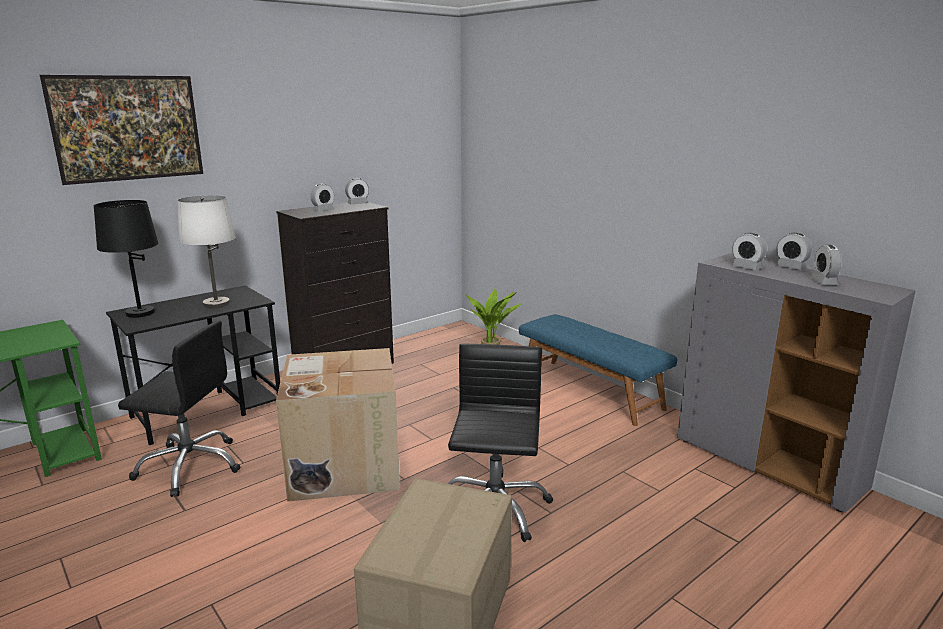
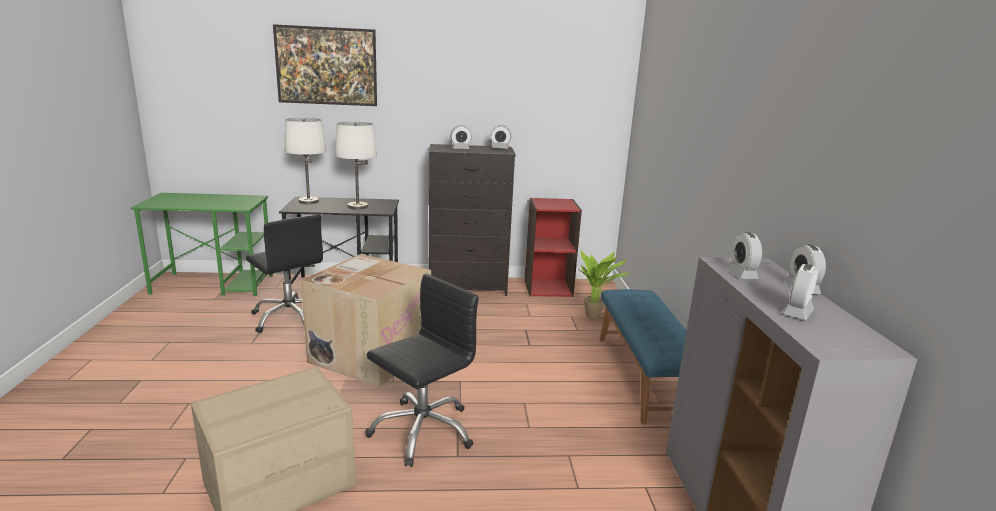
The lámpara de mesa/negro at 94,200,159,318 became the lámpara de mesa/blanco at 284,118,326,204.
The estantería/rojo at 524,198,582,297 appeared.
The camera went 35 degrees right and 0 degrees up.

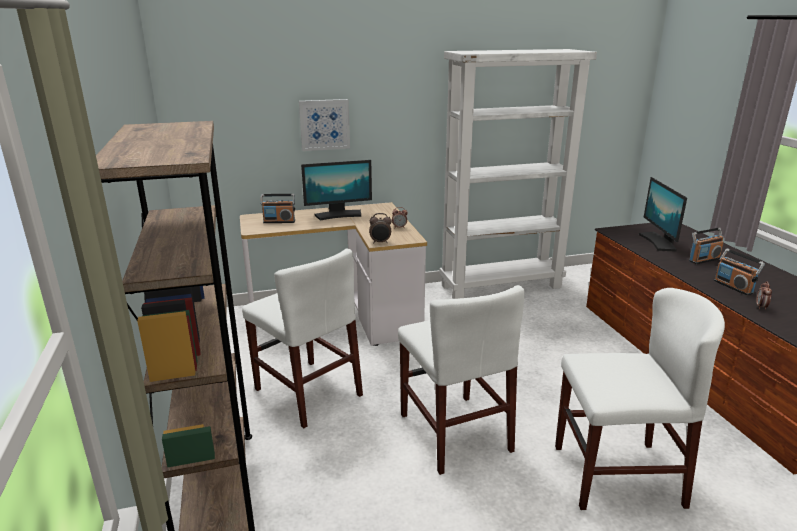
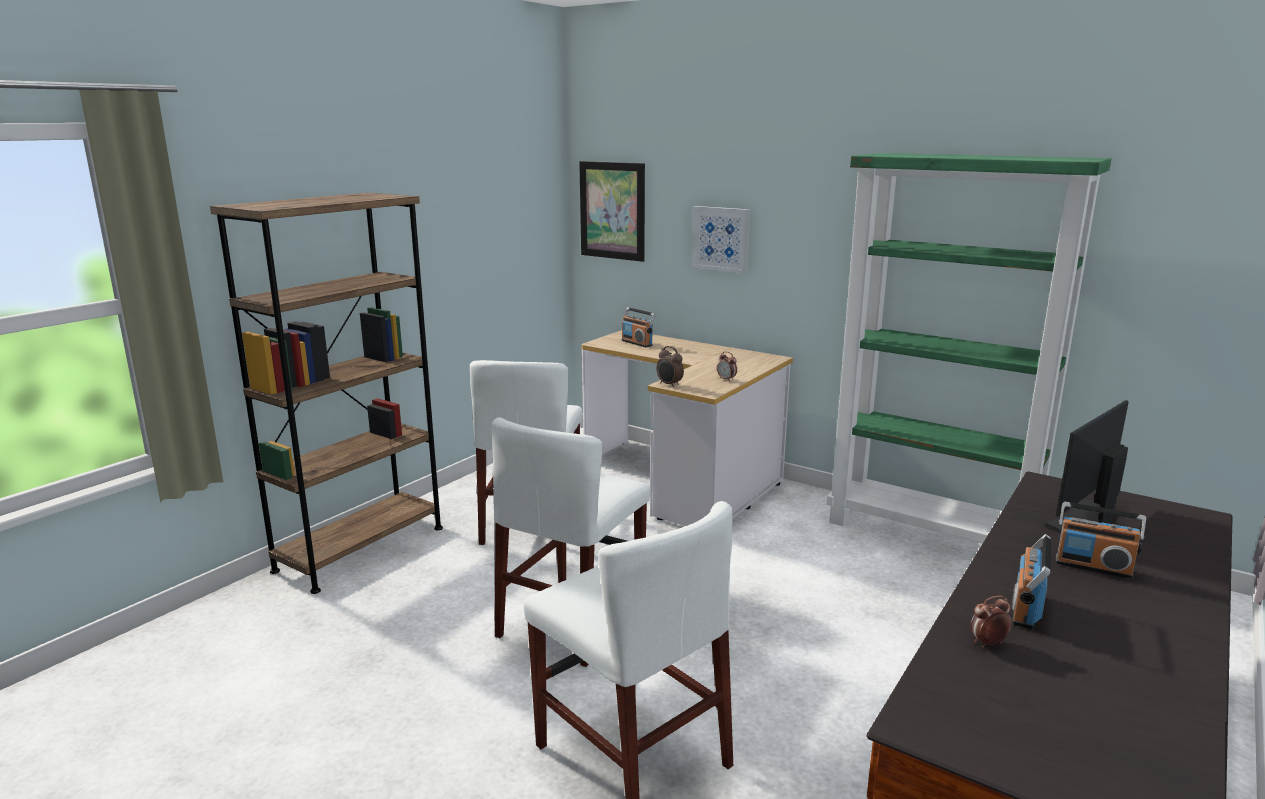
The monitor at 301,160,372,220 disappeared.
The estantería/blanco at 440,49,597,299 became the estantería/verde at 827,153,1111,544.
The cuadro at 579,161,645,262 appeared.
The camera went 50 degrees right and 5 degrees down.

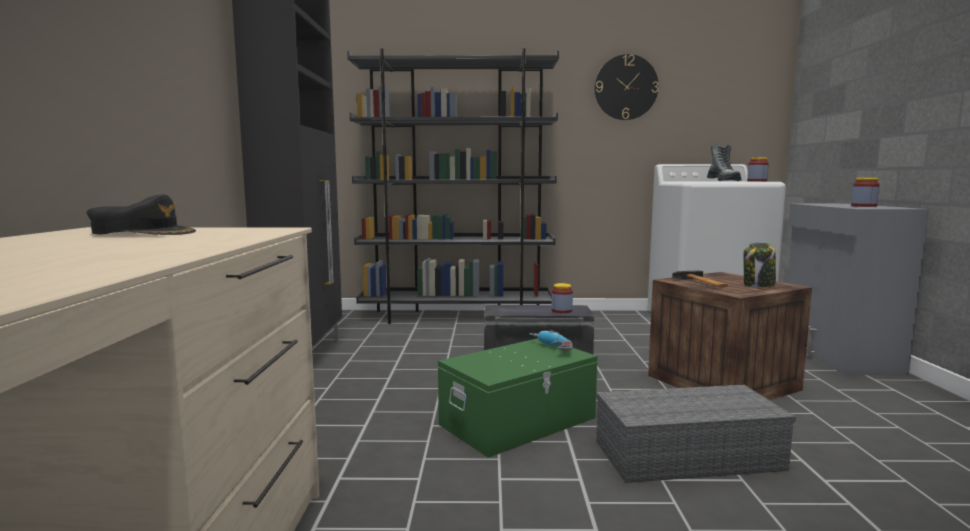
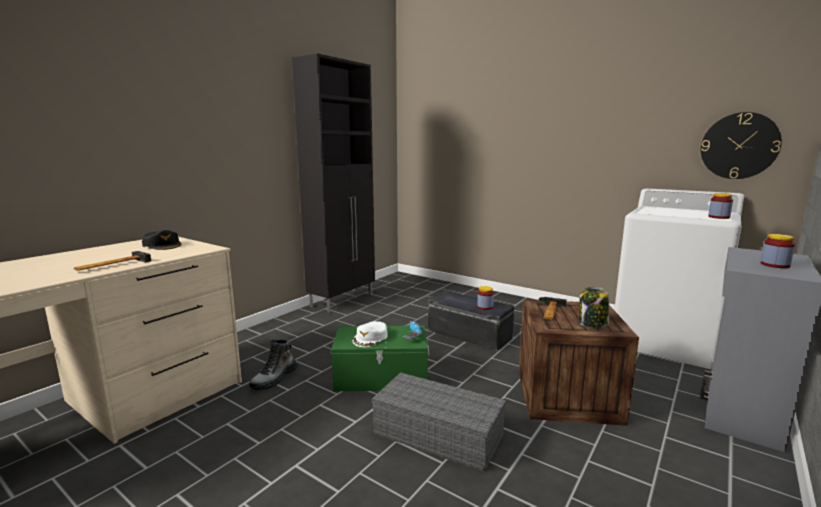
The estantería/negro at 347,48,559,324 disappeared.
The reloj de pared moved from 595,54,659,120 to 701,112,782,179.
The bota moved from 707,144,741,181 to 249,339,298,390.
The martillo at 74,251,151,271 appeared.
The gorra/blanco at 353,321,387,347 appeared.
The camera went 35 degrees right and 5 degrees up.

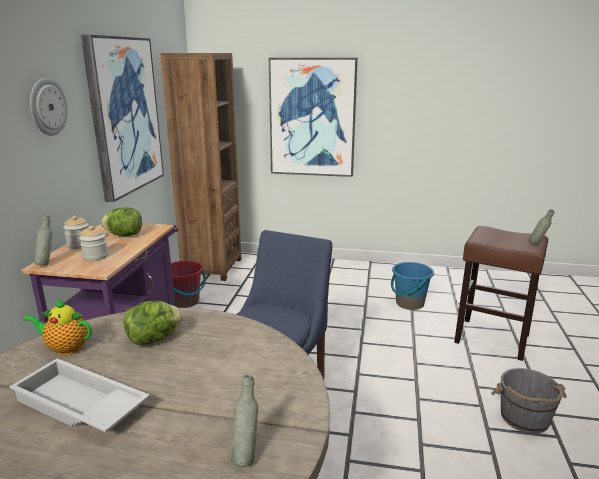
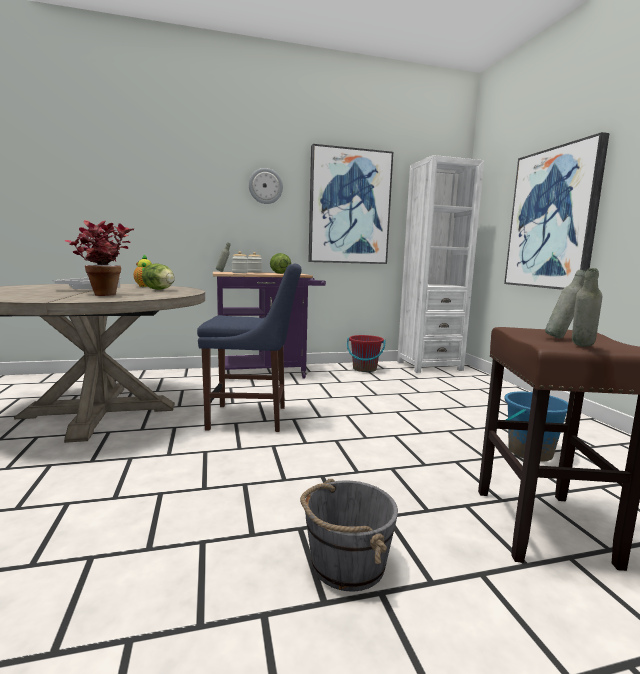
The estantería/marrón at 160,53,242,281 became the estantería/blanco at 397,155,484,373.
The botella/gris moved from 231,375,258,467 to 545,270,586,339.
The planta en maceta at 64,220,135,296 appeared.
The camera went 65 degrees right and 10 degrees down.

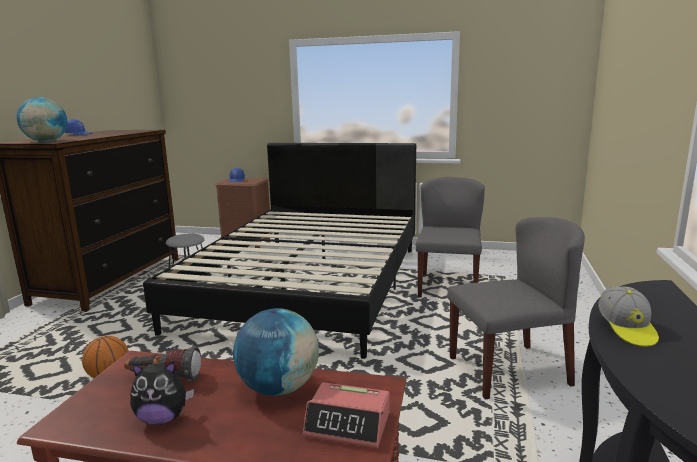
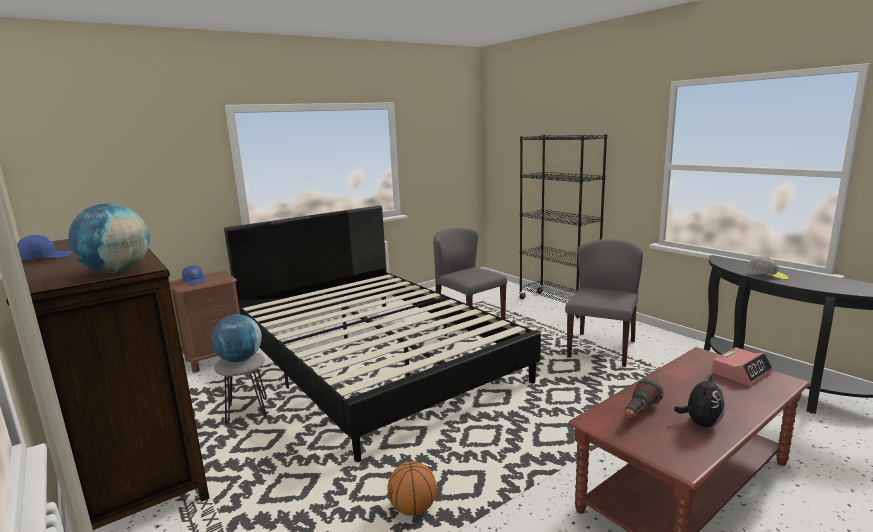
The globo terráqueo moved from 233,308,319,396 to 211,315,262,362.
The estantería/negro at 519,134,607,318 appeared.
The camera went 50 degrees left and 0 degrees up.

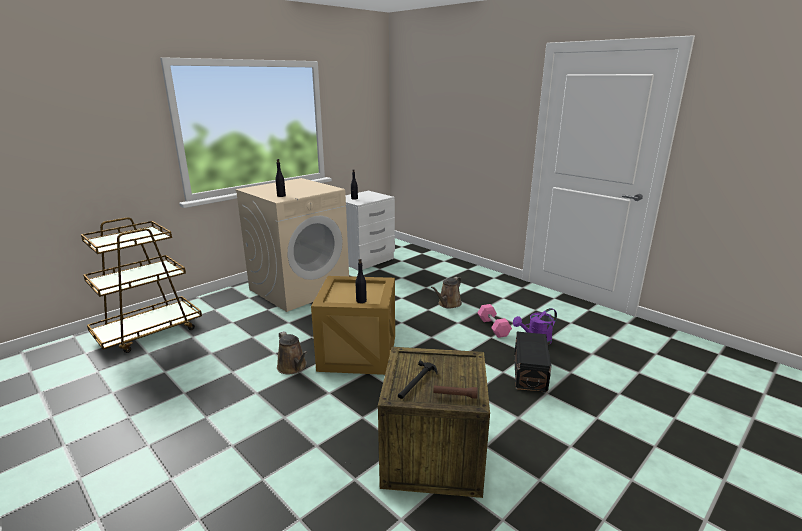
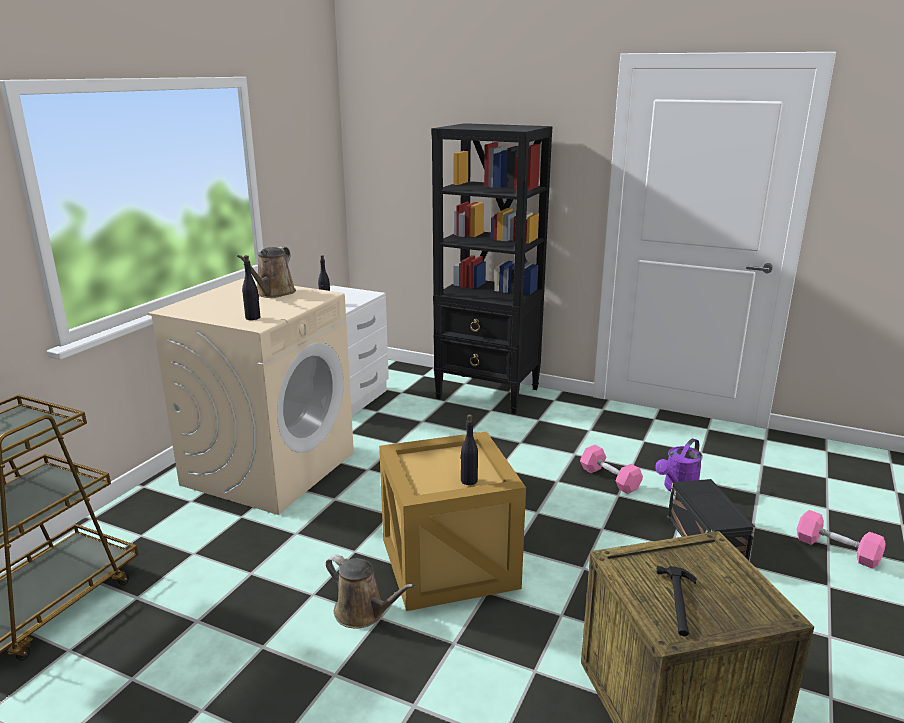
The regadera/marrón moved from 431,277,462,309 to 237,247,296,298.
The linterna/marrón at 433,385,478,399 disappeared.
The estantería/negro at 431,123,552,414 appeared.
The mancuerna/rosa at 797,510,886,569 appeared.
The camera went 20 degrees left and 0 degrees up.

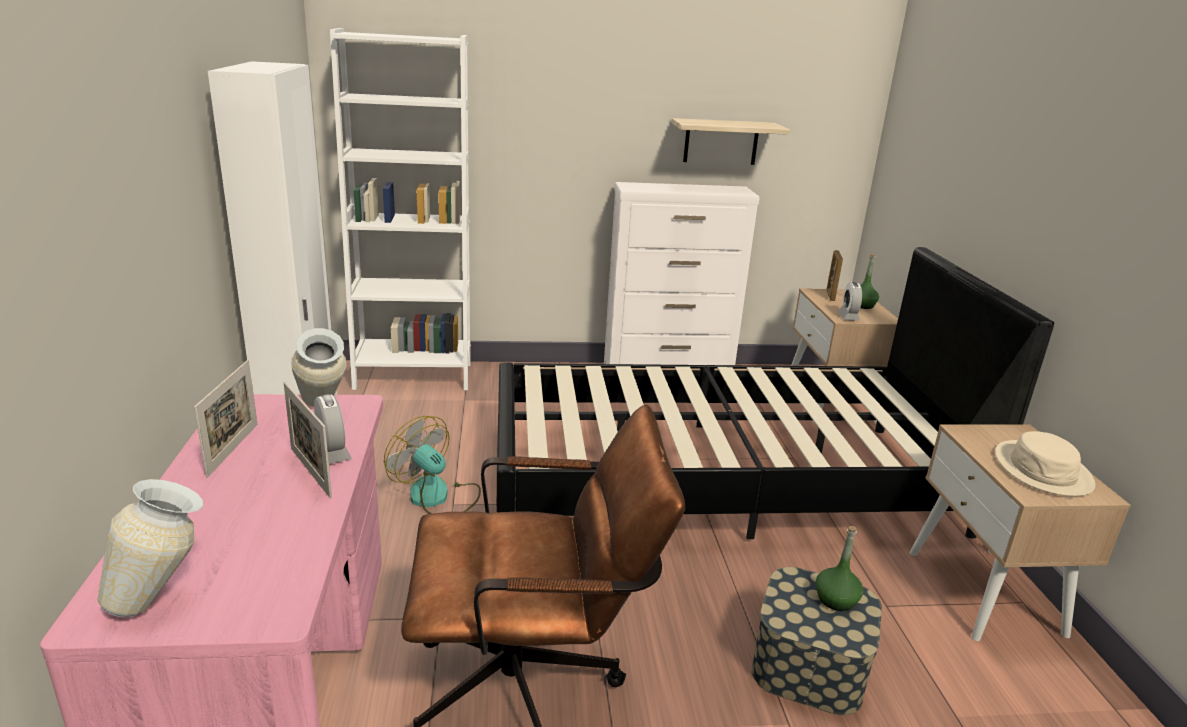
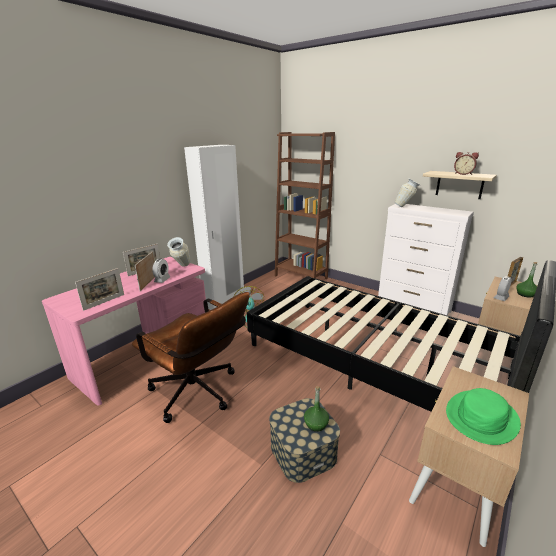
The florero moved from 98,479,204,617 to 395,178,419,207.
The estantería/blanco at 330,28,471,390 became the estantería/marrón at 275,132,335,279.
The sombrero/beis at 995,431,1095,496 became the sombrero/verde at 446,388,521,445.
The portarretratos at 75,268,124,311 appeared.
The despertador at 454,152,479,175 appeared.
The camera went 45 degrees right and 0 degrees up.

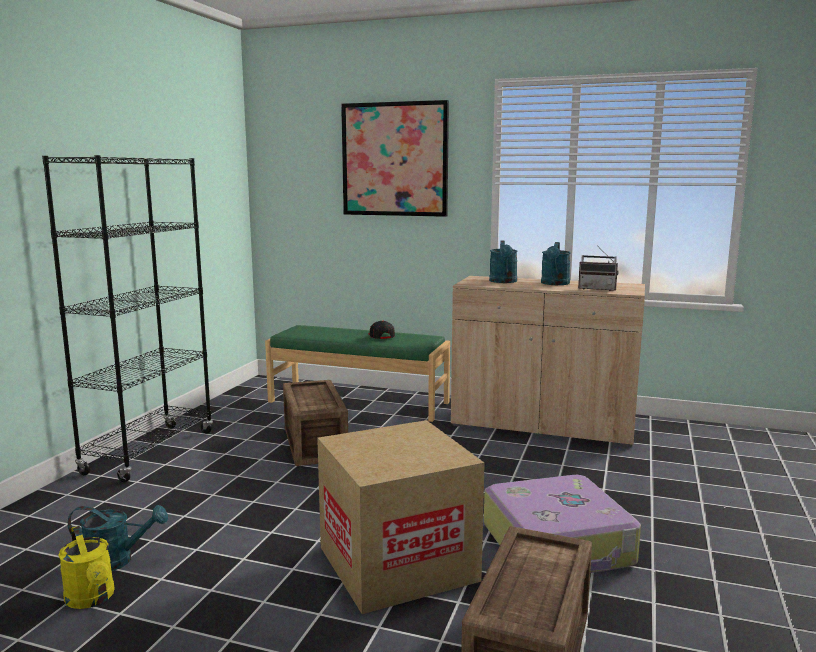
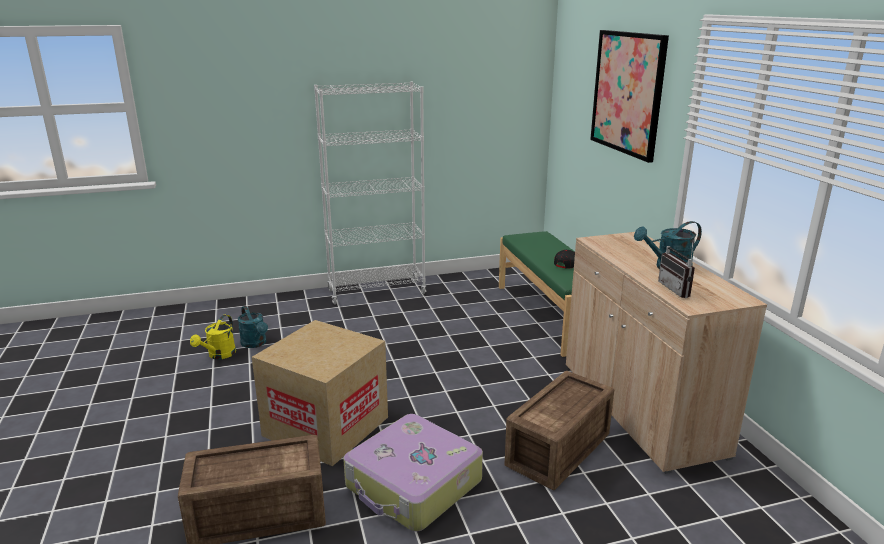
The estantería/negro at 42,155,213,482 became the estantería/blanco at 314,82,426,305.
The caja de embalaje moved from 283,380,348,466 to 504,371,614,490.
The regadera/turquesa at 489,241,518,283 disappeared.
The camera went 55 degrees right and 10 degrees up.

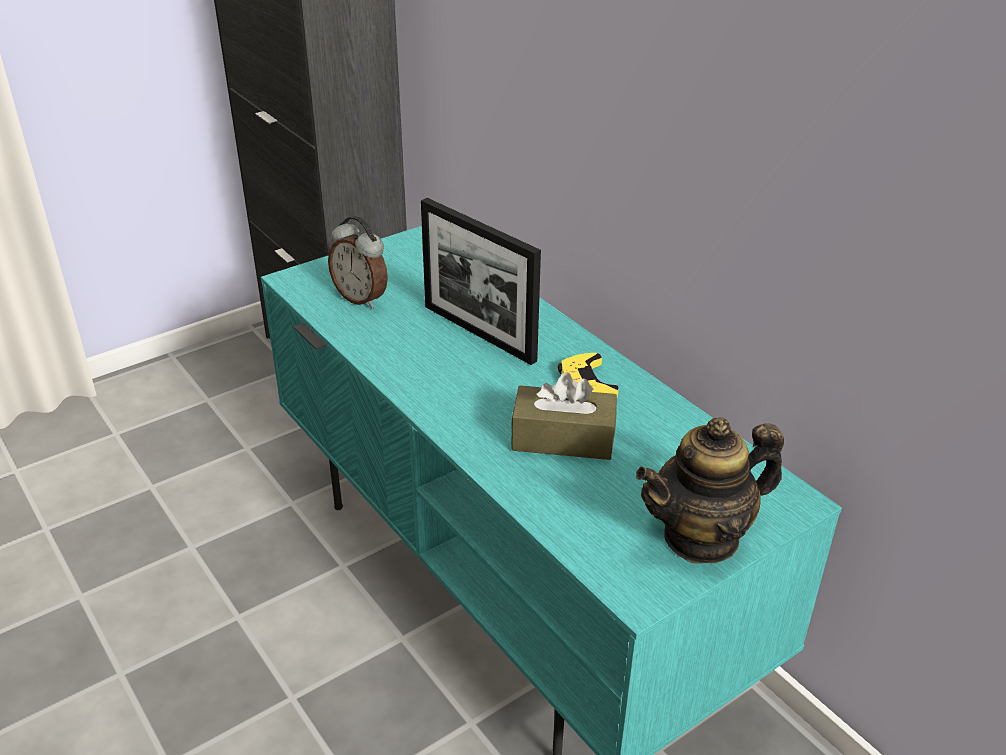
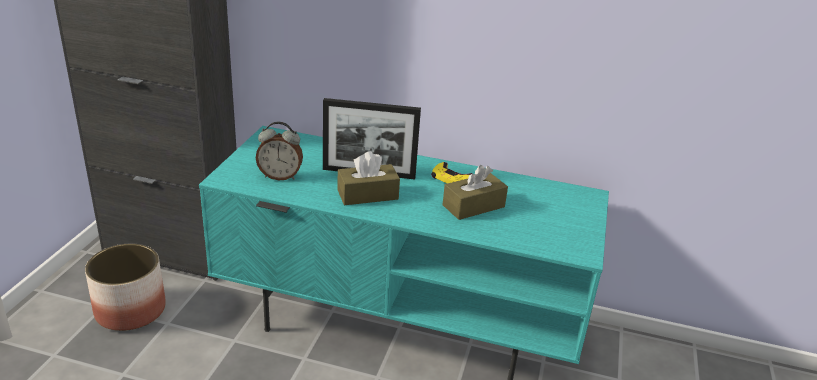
The tetera at 636,417,784,564 disappeared.
The maceta at 85,244,166,331 appeared.
The caja de pañuelos/marrón at 337,151,400,205 appeared.
The camera went 40 degrees left and 5 degrees down.

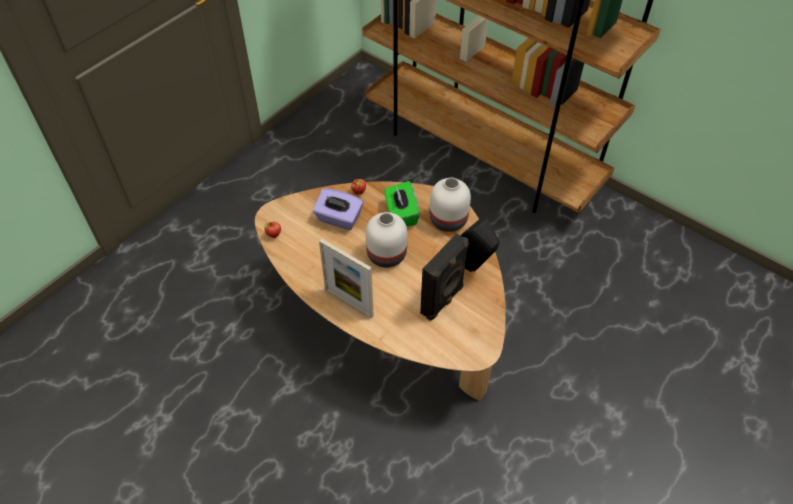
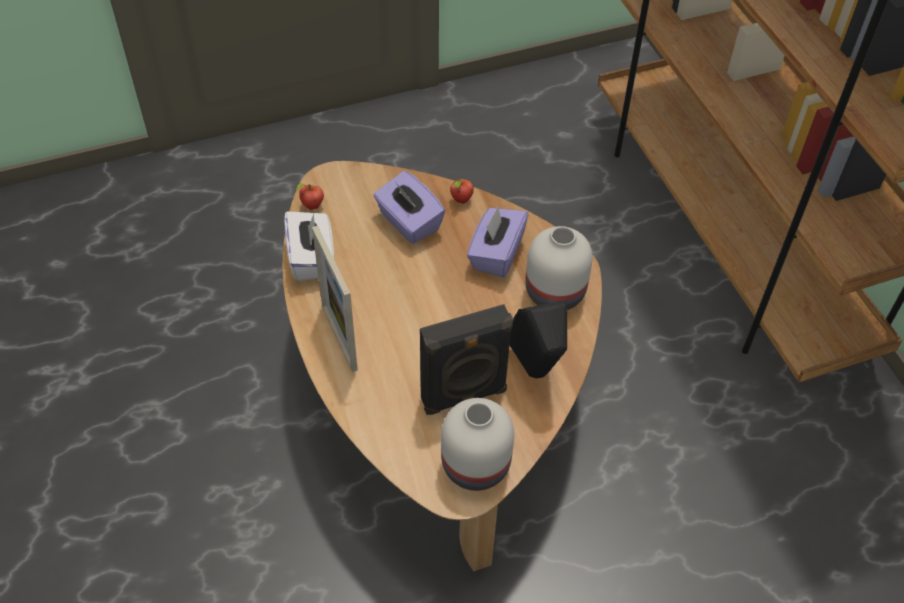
The florero/blanco moved from 366,212,408,268 to 441,398,514,491.
The caja de pañuelos/verde at 385,181,420,226 became the caja de pañuelos/morado at 467,207,528,277.
The caja de pañuelos/blanco at 284,211,334,281 appeared.
The camera went 30 degrees right and 0 degrees up.

